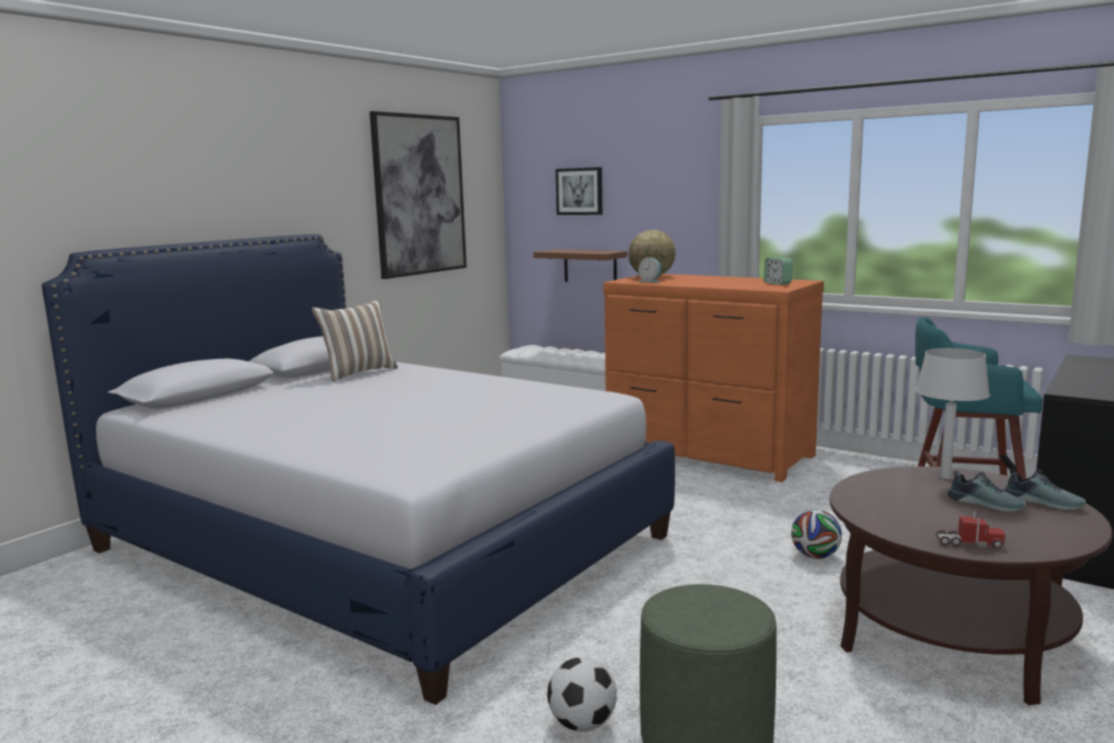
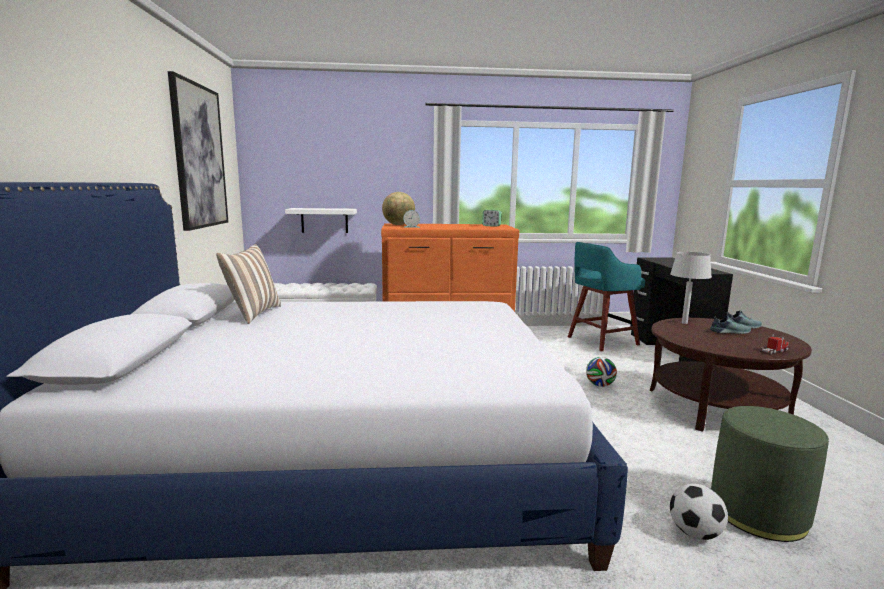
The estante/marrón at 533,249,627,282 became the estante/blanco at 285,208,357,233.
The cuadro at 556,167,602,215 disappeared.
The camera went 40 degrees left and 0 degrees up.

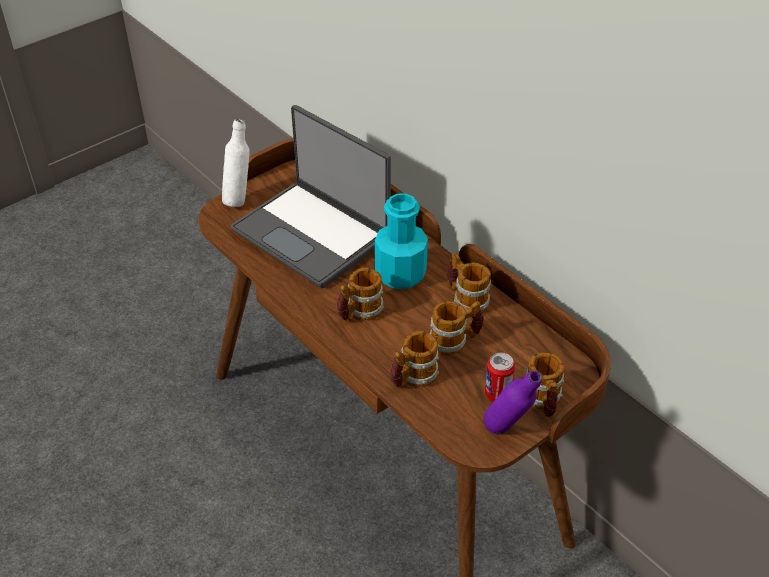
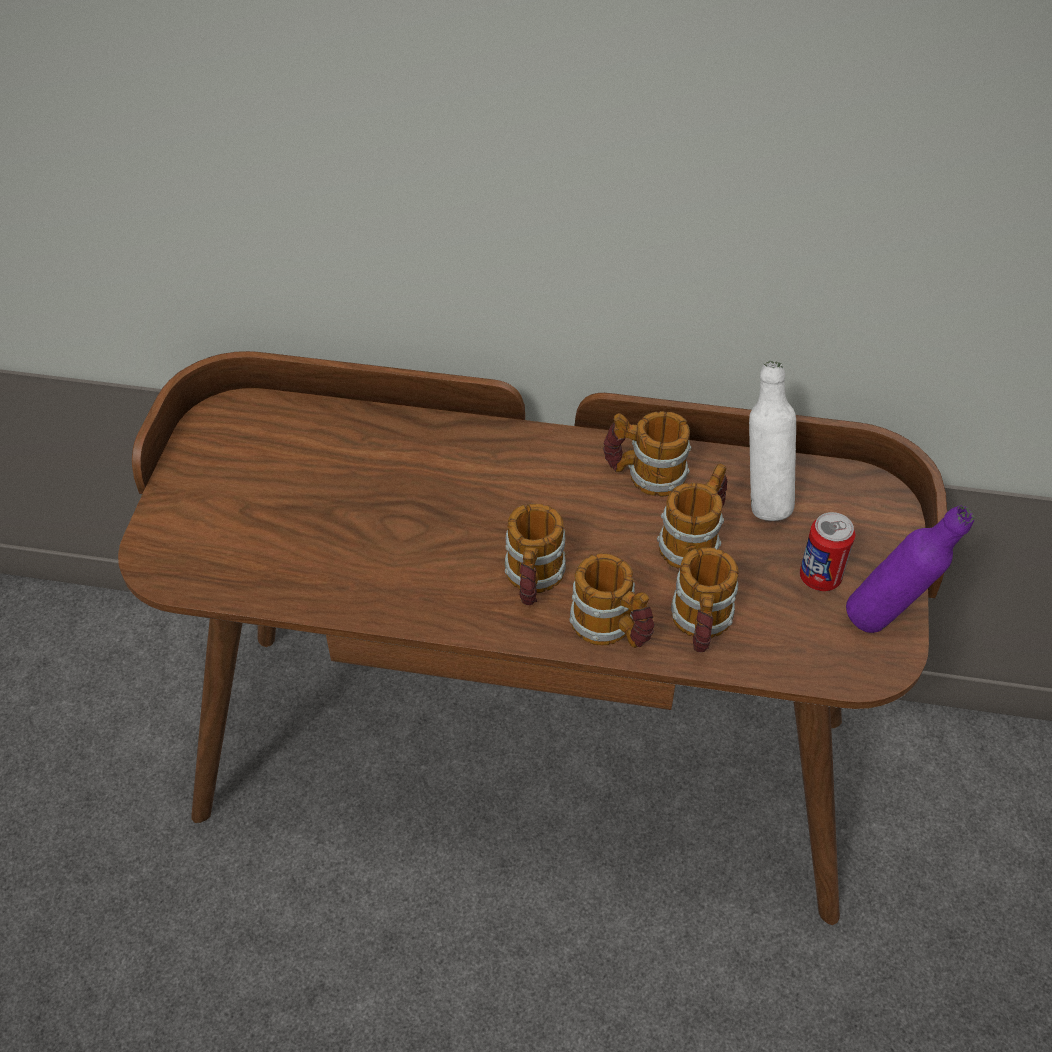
The botella/blanco moved from 222,119,250,207 to 749,361,796,521.
The portátil at 231,105,391,288 disappeared.
The botella/turquesa at 375,193,428,289 disappeared.
The taza grande moved from 526,352,564,417 to 570,553,655,648.
The camera went 40 degrees left and 5 degrees up.

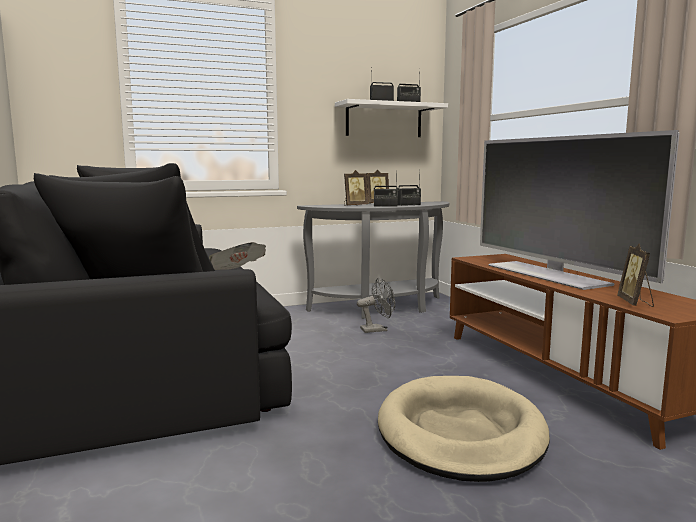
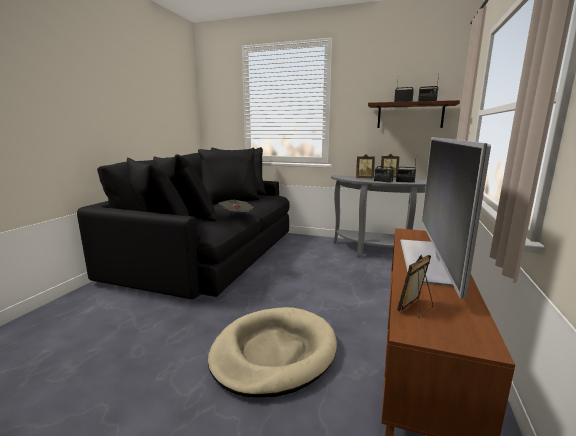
The estante/blanco at 335,99,448,137 became the estante/marrón at 368,100,460,128.
The ventilador/gris at 357,278,395,333 disappeared.
The camera went 40 degrees right and 5 degrees up.

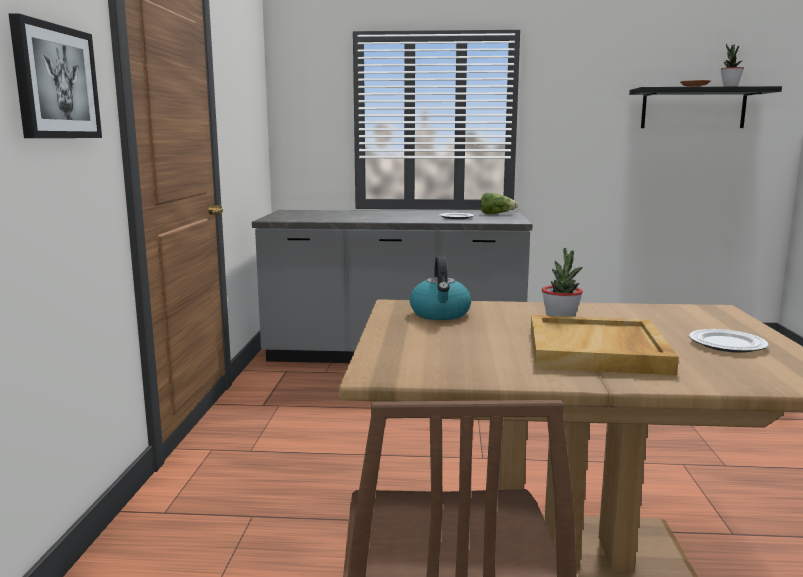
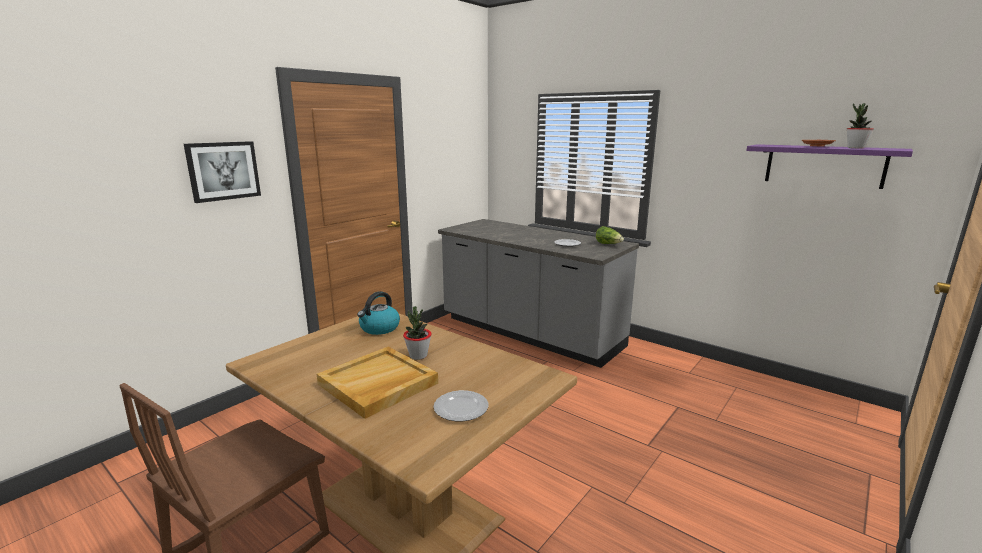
The estante/negro at 629,86,782,128 became the estante/morado at 746,144,913,189.
The camera went 35 degrees right and 5 degrees up.

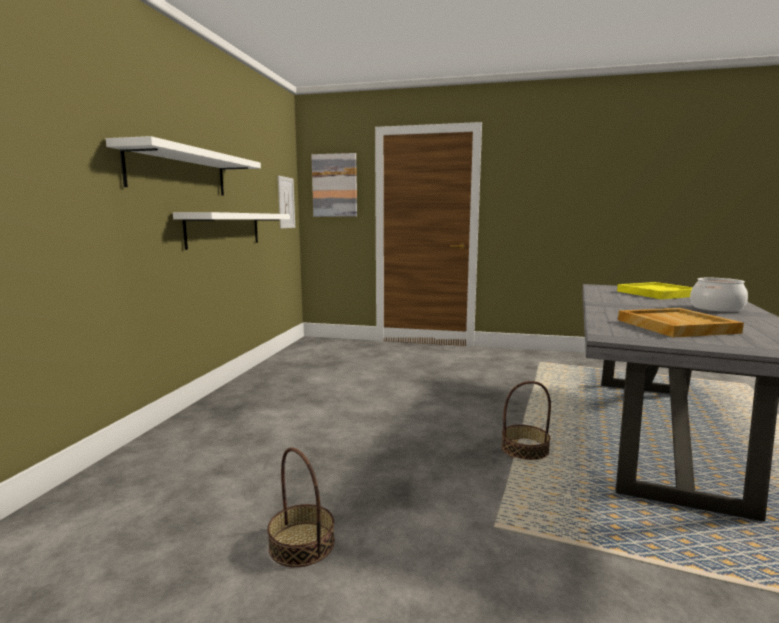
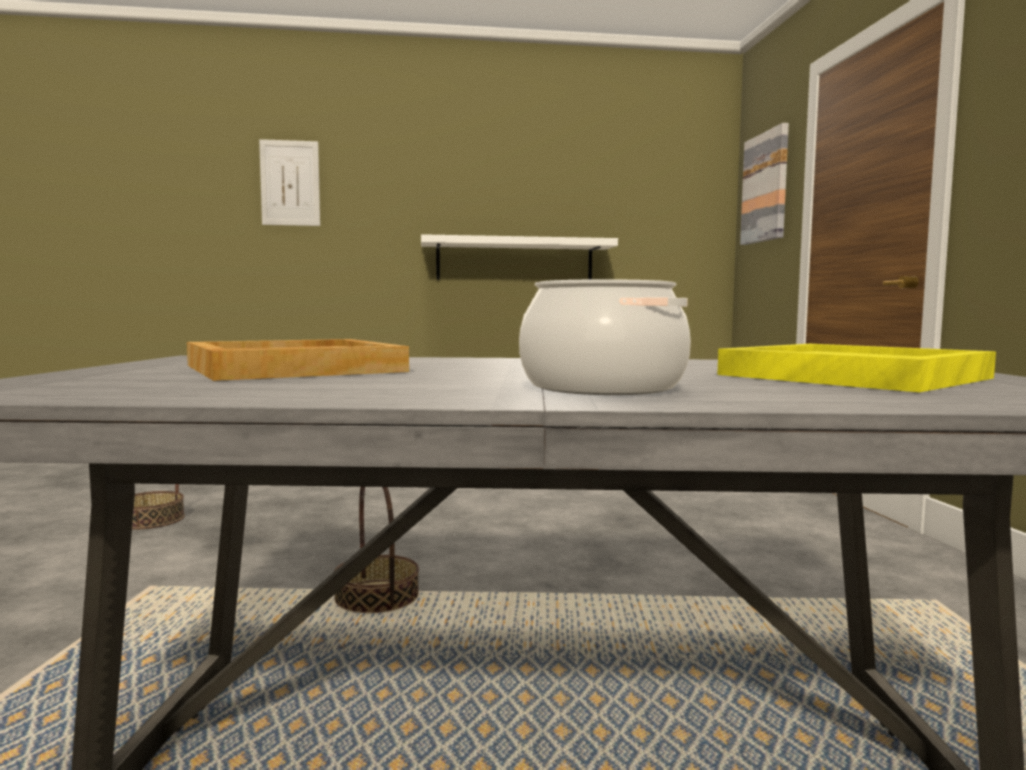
The estante/blanco at 106,136,261,196 disappeared.
The cuadro moved from 278,176,295,228 to 259,139,320,226.
The camera went 70 degrees right and 5 degrees down.

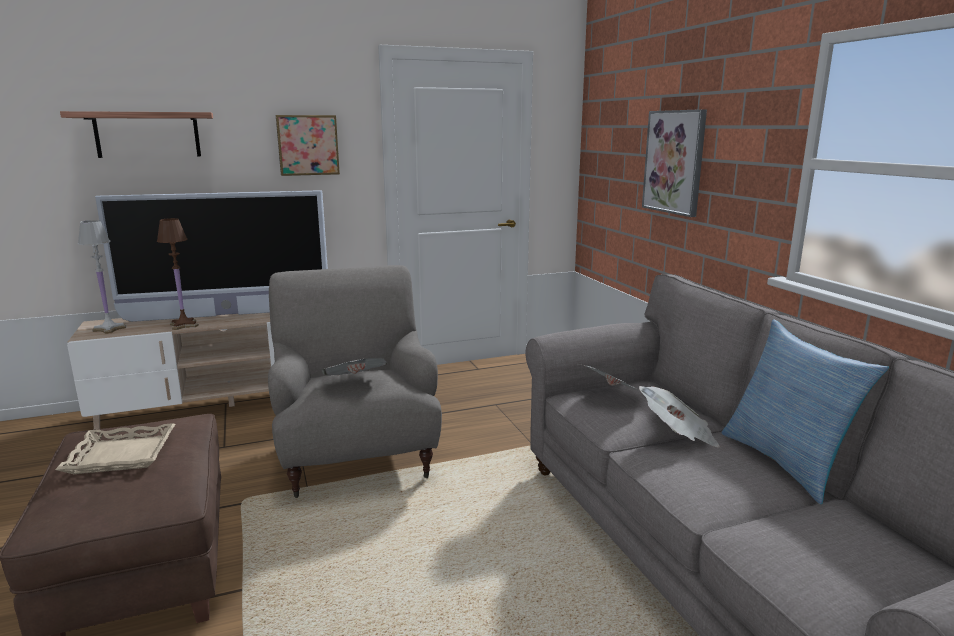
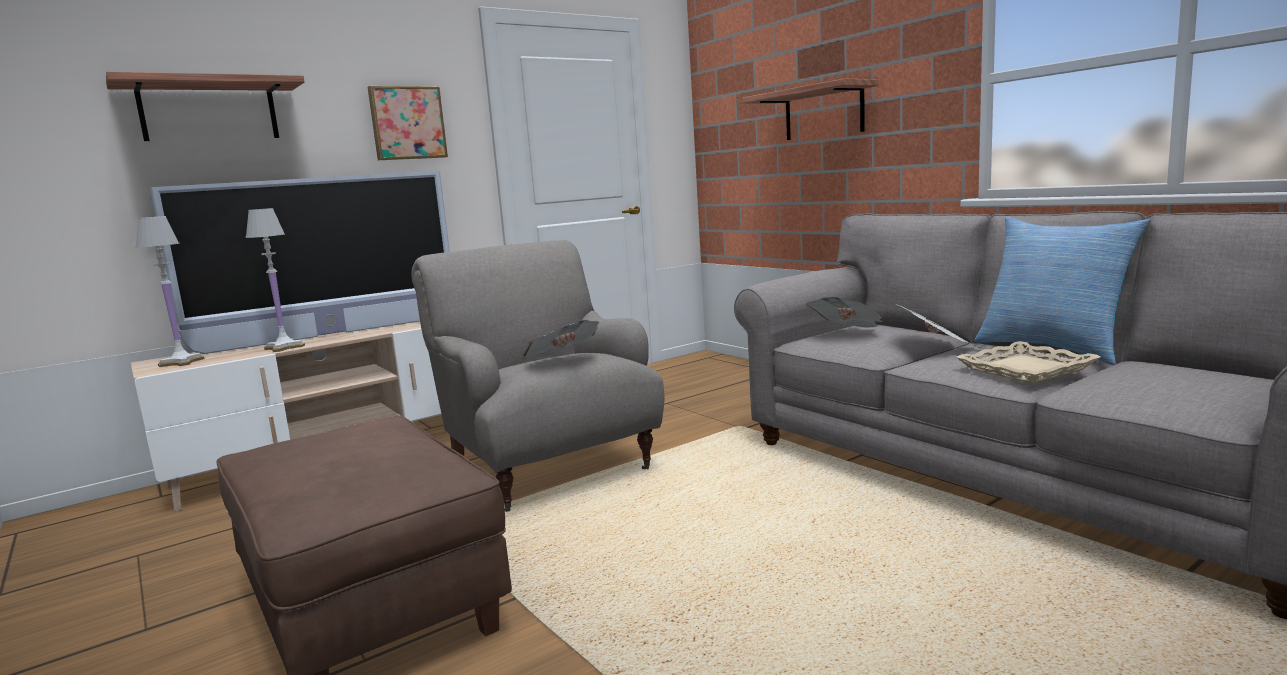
The bandeja/beis moved from 55,423,175,474 to 956,341,1101,383.
The lámpara de mesa/marrón at 157,218,199,330 became the lámpara de mesa/blanco at 246,208,305,352.
The cuadro at 642,109,707,217 was replaced by the estante at 742,78,879,140.
The camera went 15 degrees left and 5 degrees down.

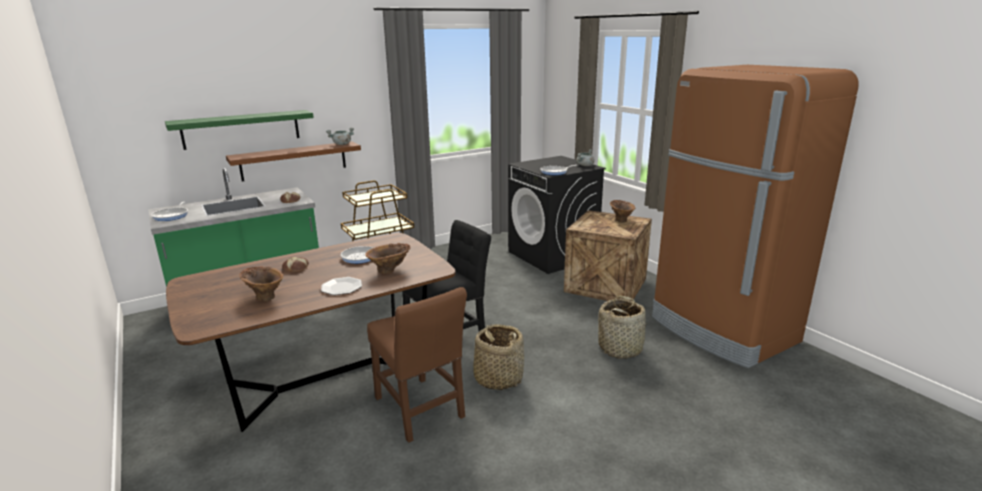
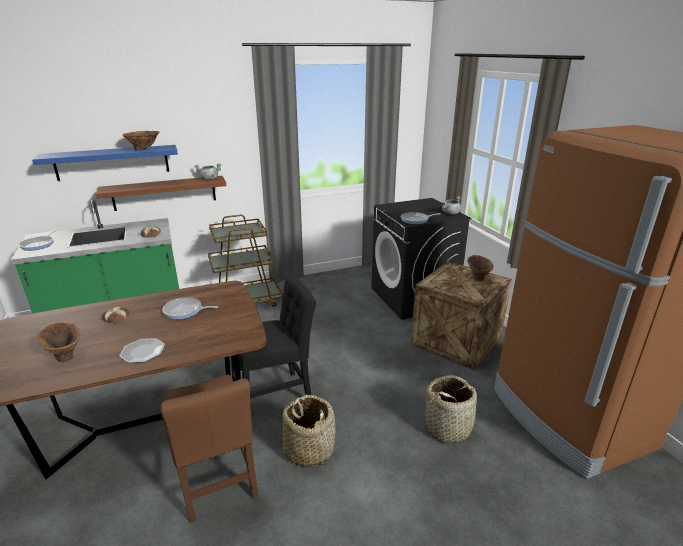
The estante/verde at 165,110,314,150 became the estante/azul at 32,145,178,181.
The florero/marrón moved from 365,243,410,274 to 122,131,159,151.
The camera went 10 degrees right and 5 degrees up.

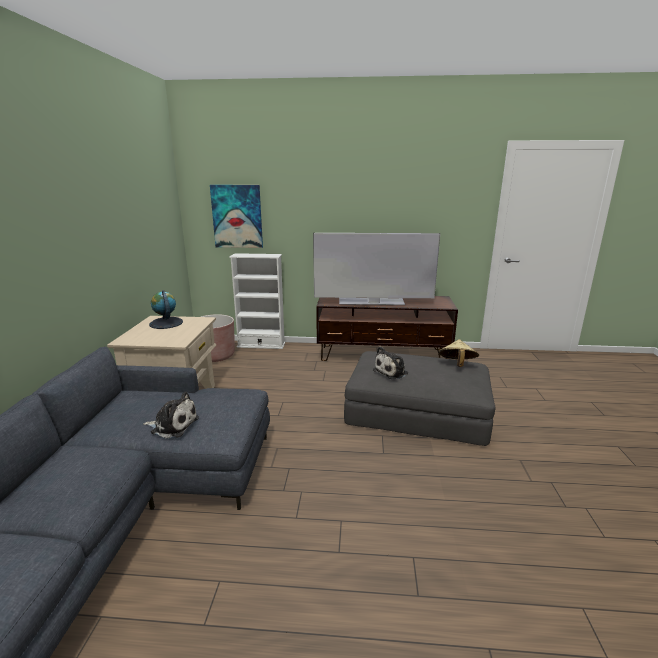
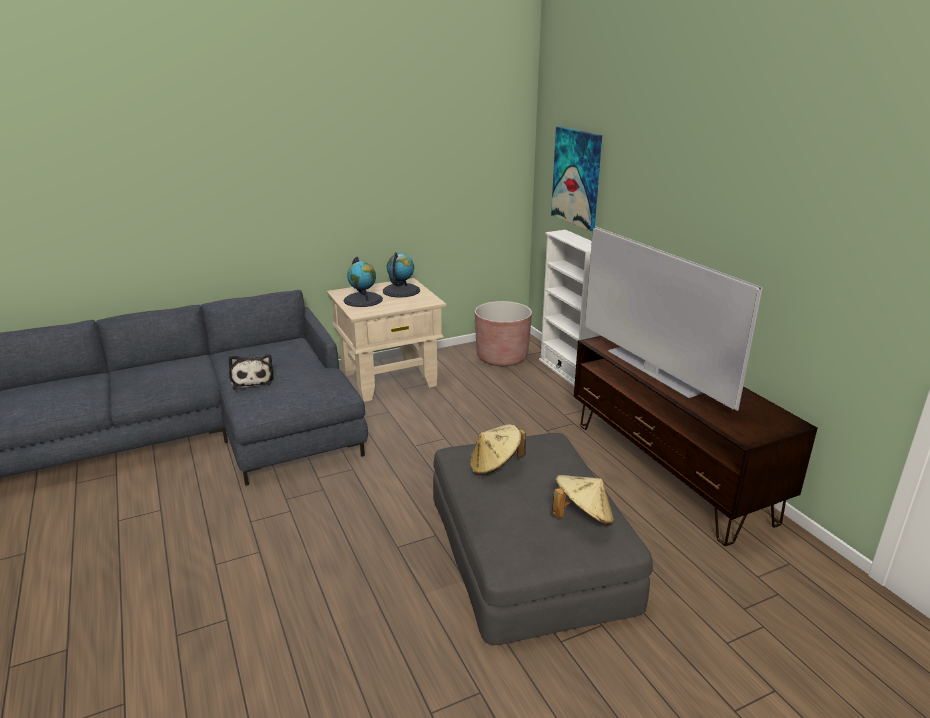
The peluche at 373,346,408,379 was replaced by the sombrero/beis at 470,424,526,476.
The globo terráqueo at 343,257,383,307 appeared.
The camera went 60 degrees right and 5 degrees up.

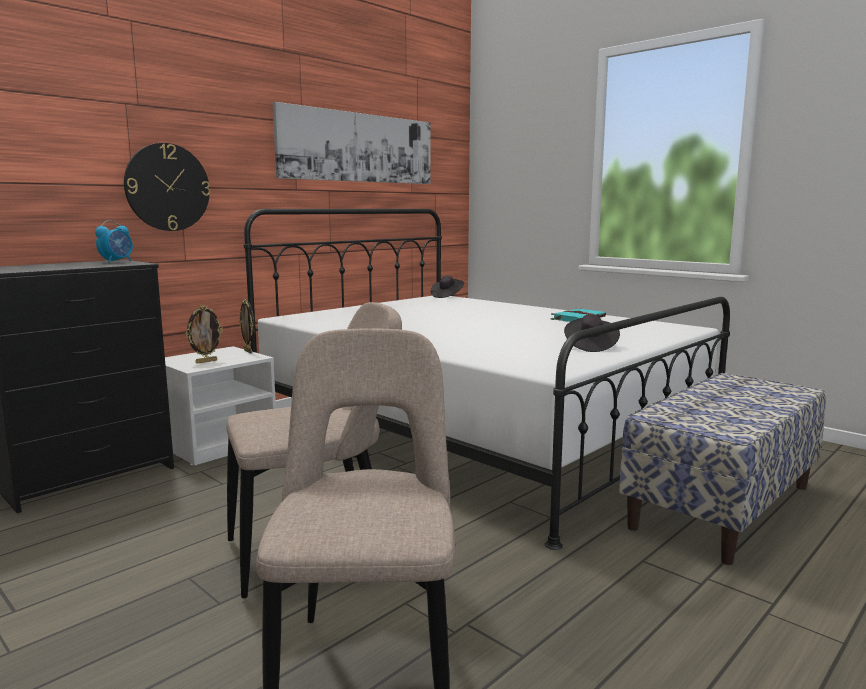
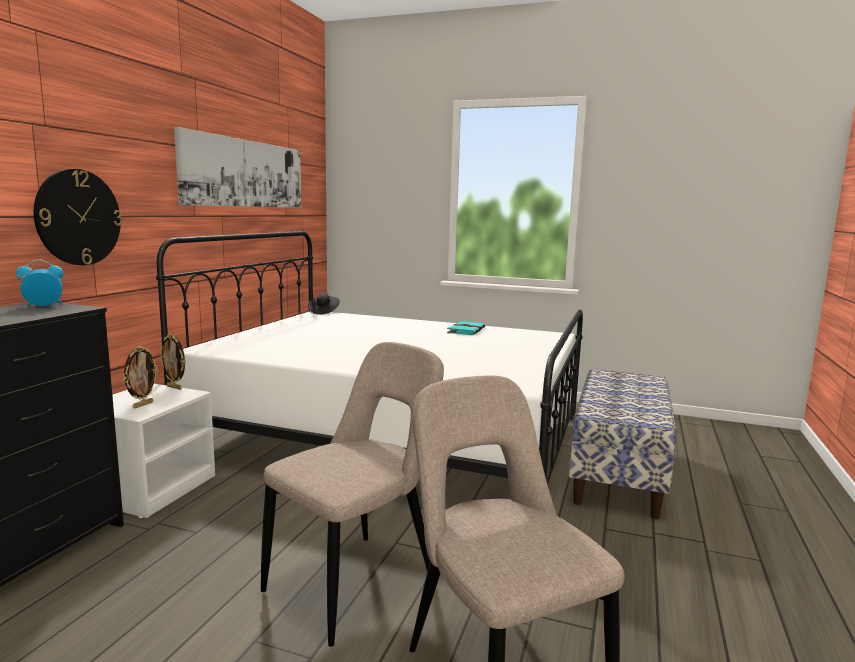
The despertador at 95,220,133,263 turned 120 degrees counterclockwise.
The sombrero/negro at 564,314,620,352 disappeared.
The camera went 25 degrees left and 0 degrees up.

